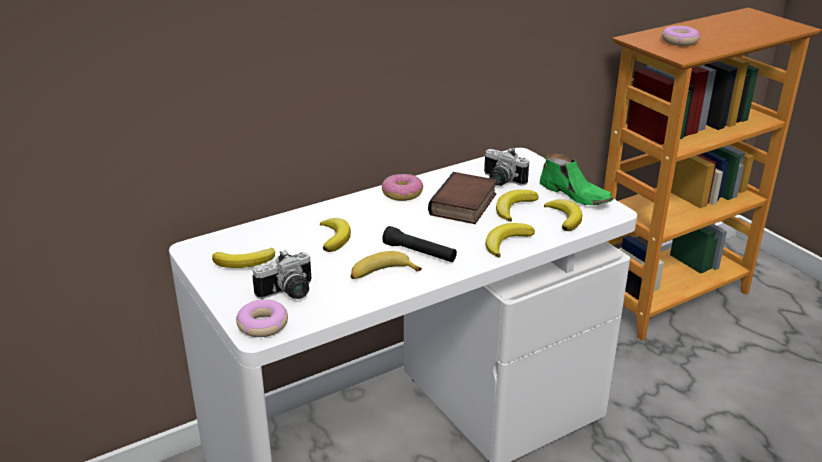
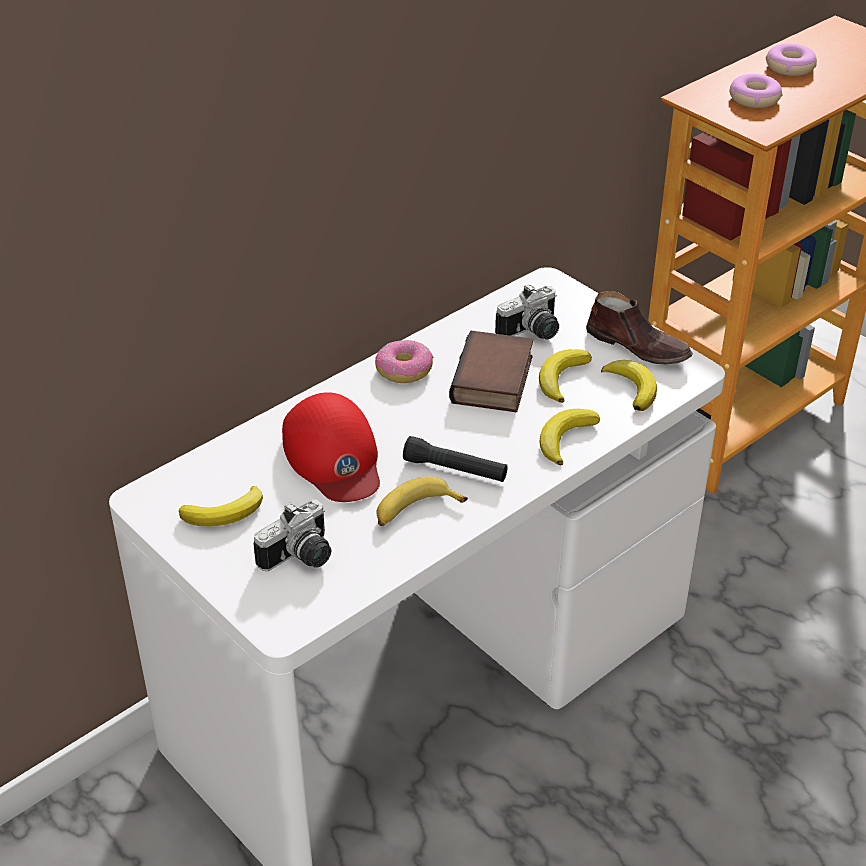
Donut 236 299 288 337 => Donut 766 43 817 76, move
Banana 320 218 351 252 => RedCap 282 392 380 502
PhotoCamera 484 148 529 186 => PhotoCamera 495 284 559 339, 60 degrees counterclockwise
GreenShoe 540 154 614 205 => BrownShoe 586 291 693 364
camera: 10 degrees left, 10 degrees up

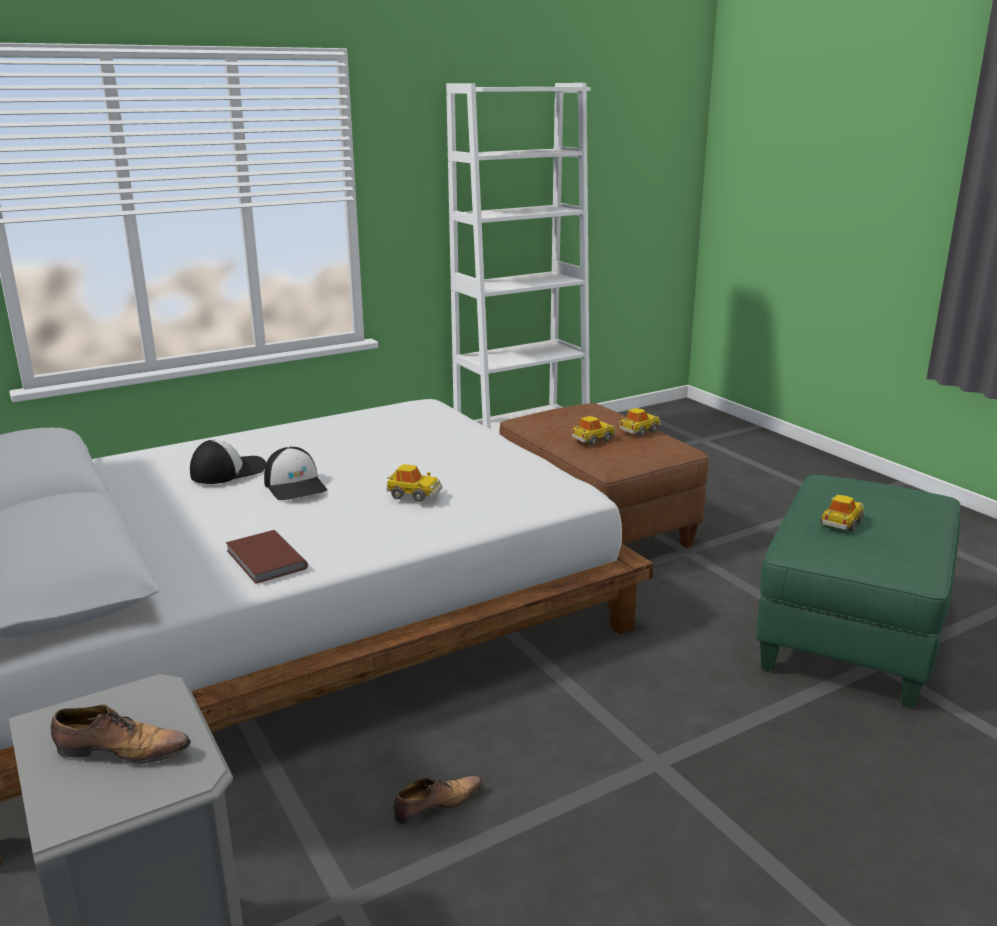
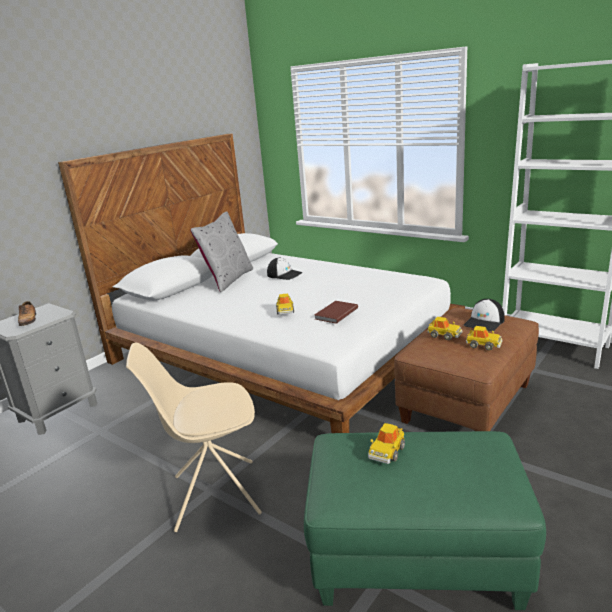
BrownBook 226 530 308 584 => BrownBook 315 301 358 324, move
Cap 264 447 328 500 => Cap 464 299 504 331, move
Shoe 393 776 484 824 => nothing
ToyCar 820 495 864 532 => ToyCar 368 423 405 464, 105 degrees clockwise
nothing => BeigeChair 126 343 262 532
nothing => GreyPillow 190 212 253 293
camera: 70 degrees right, 0 degrees up

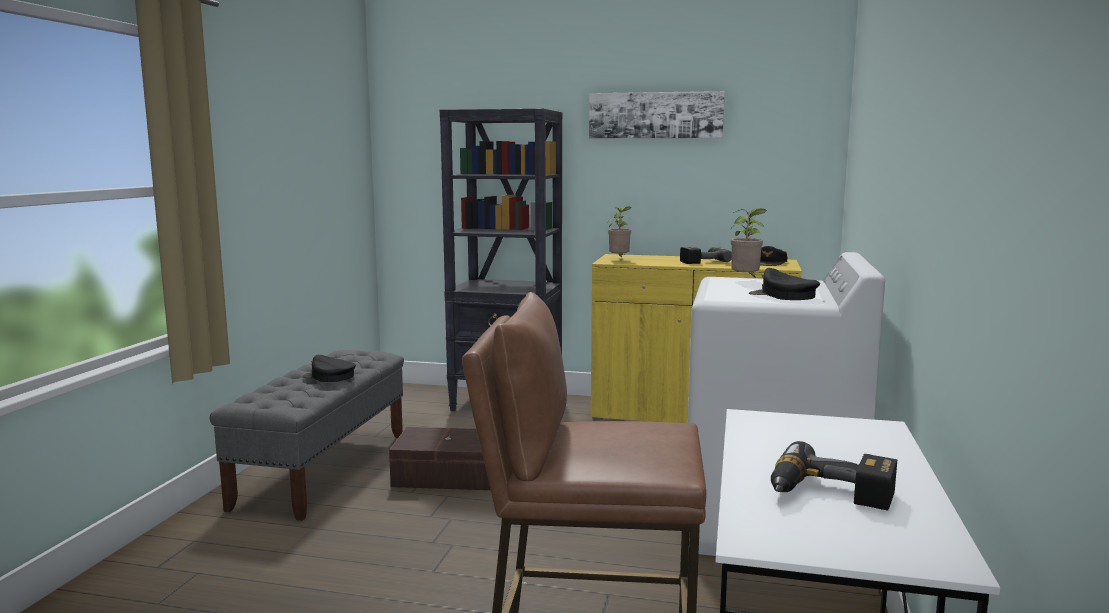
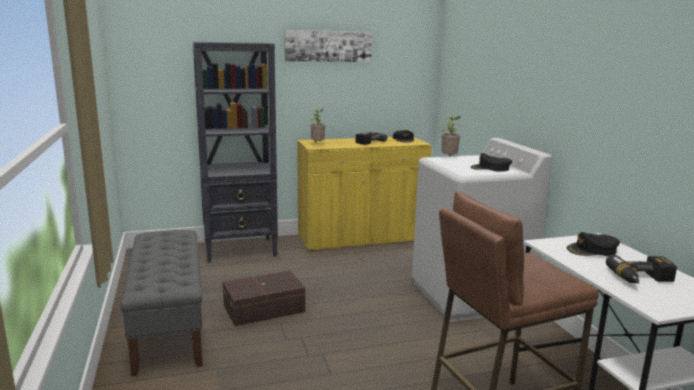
BlackCap 303 355 356 382 => BlackCap 567 232 620 256, move
camera: 30 degrees left, 5 degrees up

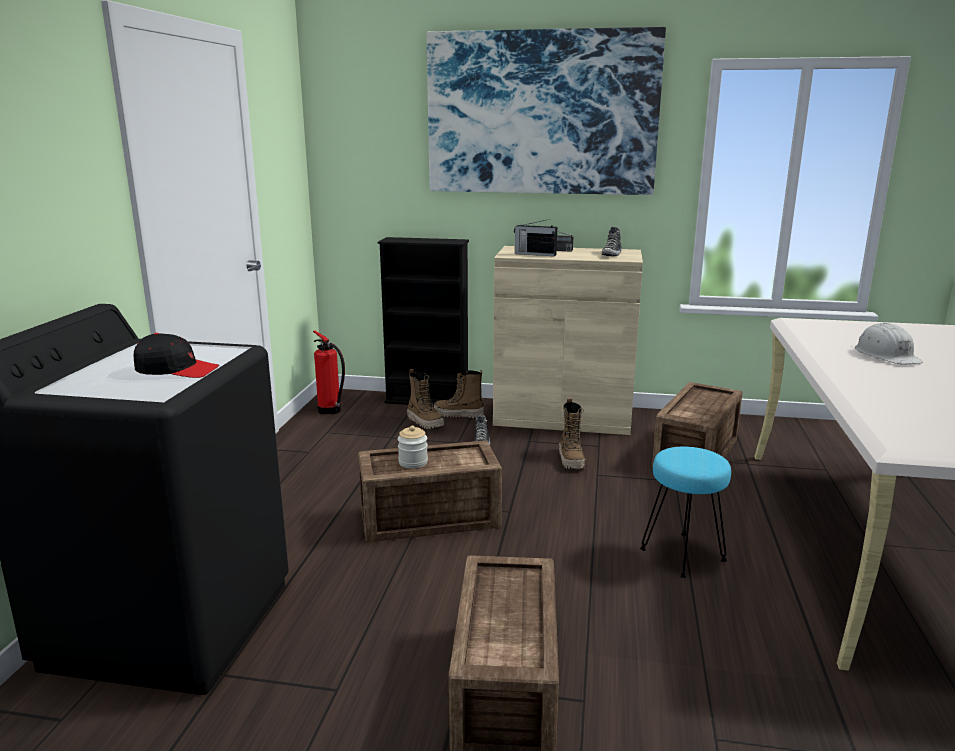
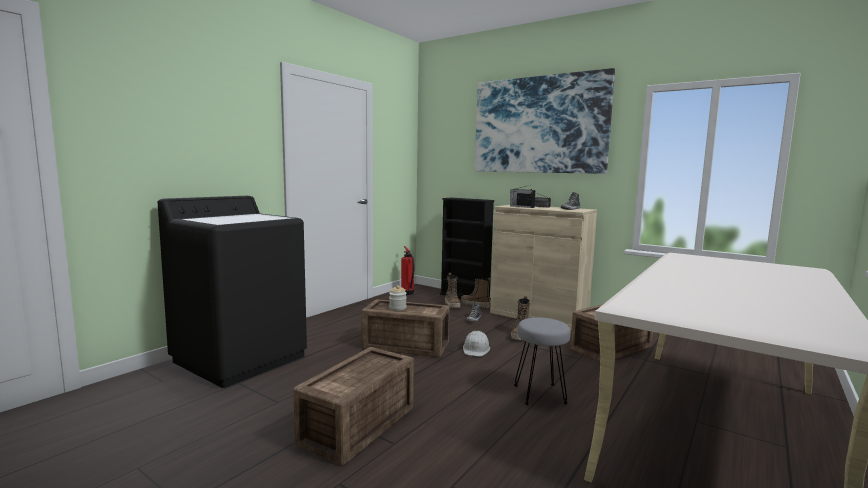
BlackCap 134 333 219 378 => nothing
TurquoiseStool 640 447 731 578 => GreyStool 514 317 571 405
WhiteHardHat 855 323 923 364 => WhiteHardHat 463 331 490 356, move
camera: 25 degrees right, 10 degrees down

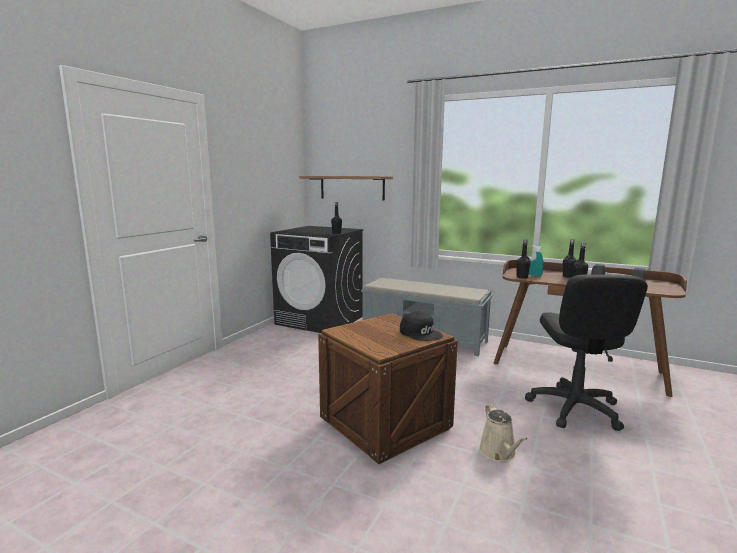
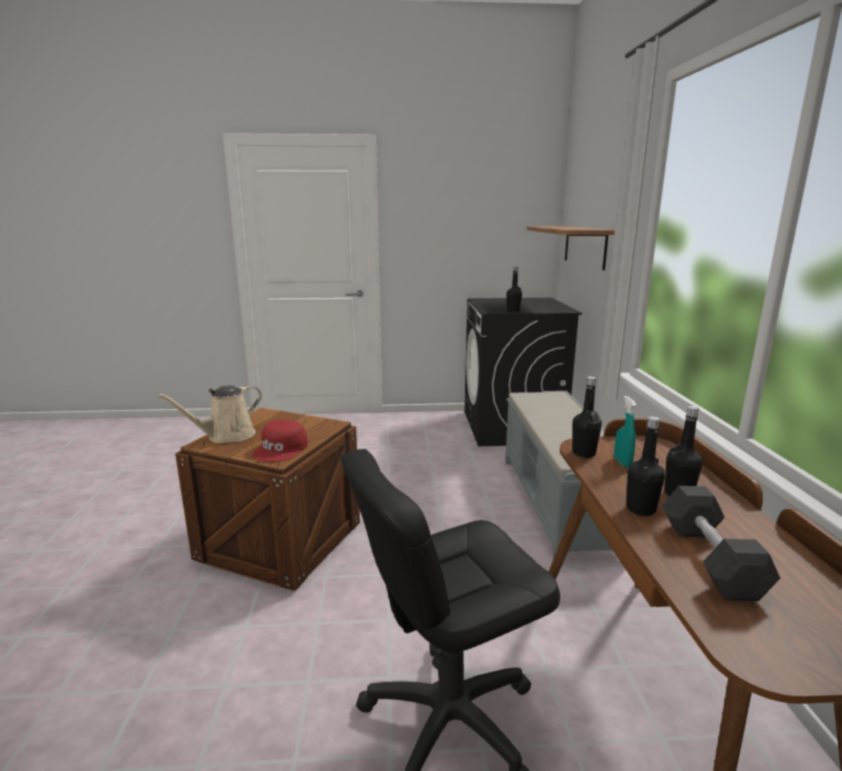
BlackCap 400 312 443 341 => RedCap 252 420 308 462
BeigeWateringCan 479 405 528 462 => BeigeWateringCan 157 385 262 443, move
camera: 60 degrees right, 5 degrees up

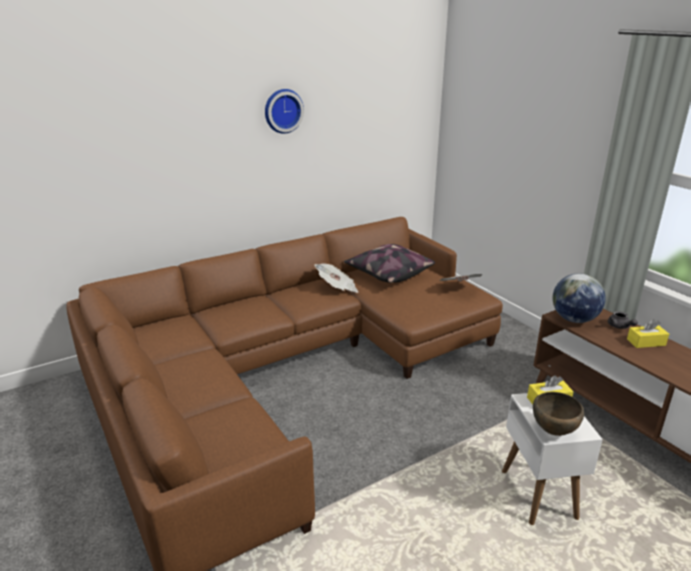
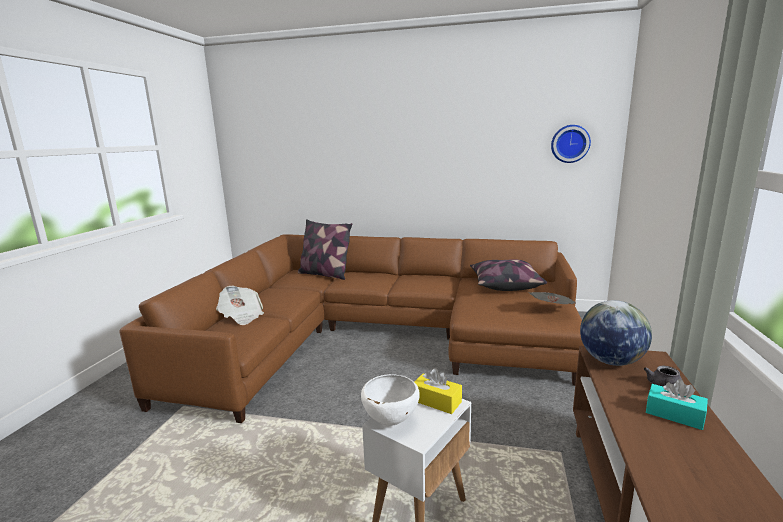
WallClock 265 89 304 134 => WallClock 551 125 591 163, move
Newspaper 315 263 359 293 => Newspaper 216 286 264 325, move
BrownBowl 533 392 584 436 => WhiteBowl 361 374 420 426
YellowTissueBox 627 319 669 348 => TurquoiseTissueBox 646 379 708 430
nothing => Pillow 298 219 352 280
camera: 45 degrees right, 10 degrees down

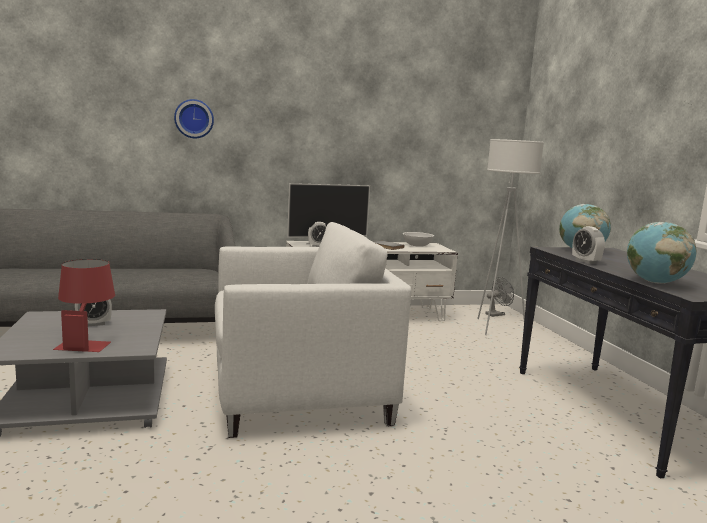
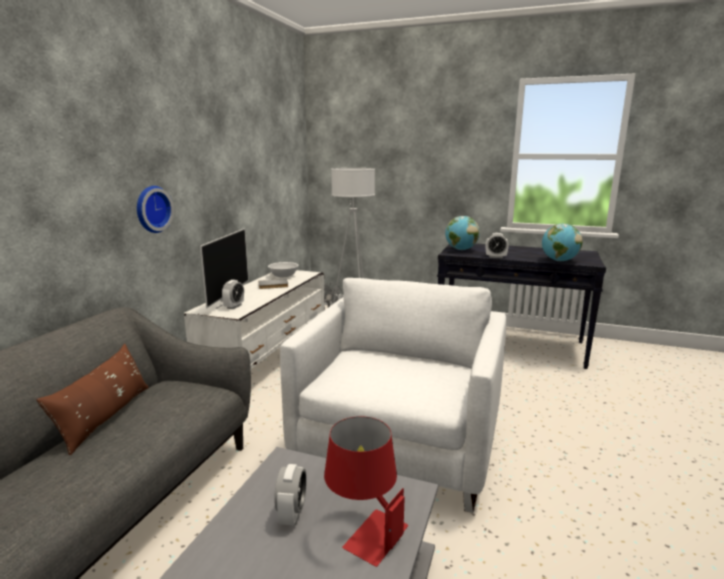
WallClock 174 99 214 138 => WallClock 137 186 174 233, move
nothing => BrownPillow 36 344 149 455
camera: 55 degrees left, 5 degrees up

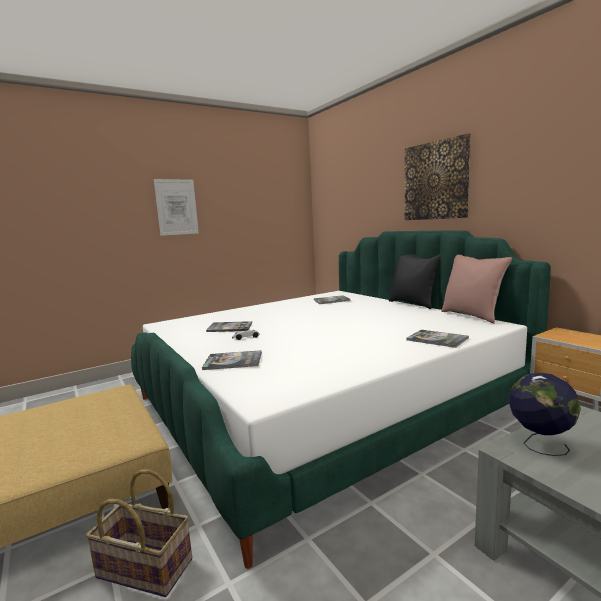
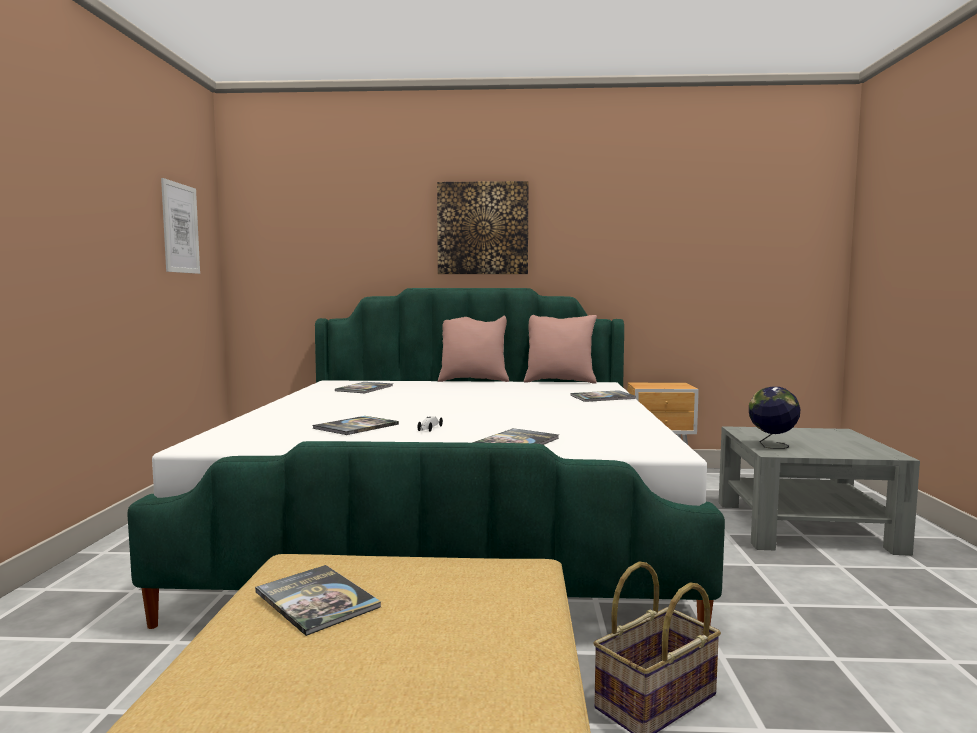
Picture 154 179 199 236 => Picture 161 178 200 274, move
BlackPillow 389 254 441 309 => PinkPillow 438 316 509 382
nothing => Book 255 565 381 636
camera: 55 degrees left, 5 degrees down

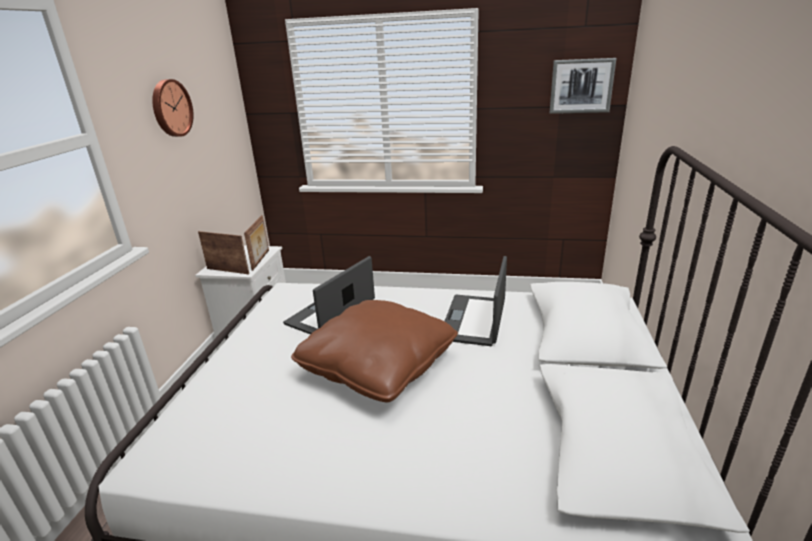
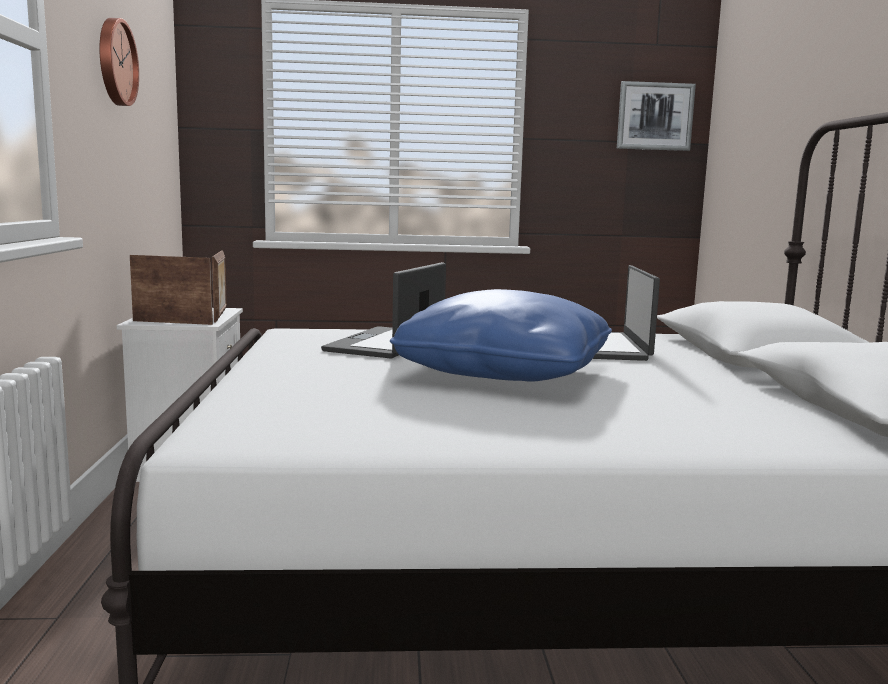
BrownPillow 291 300 458 402 => BluePillow 390 289 612 381
camera: 15 degrees left, 15 degrees down

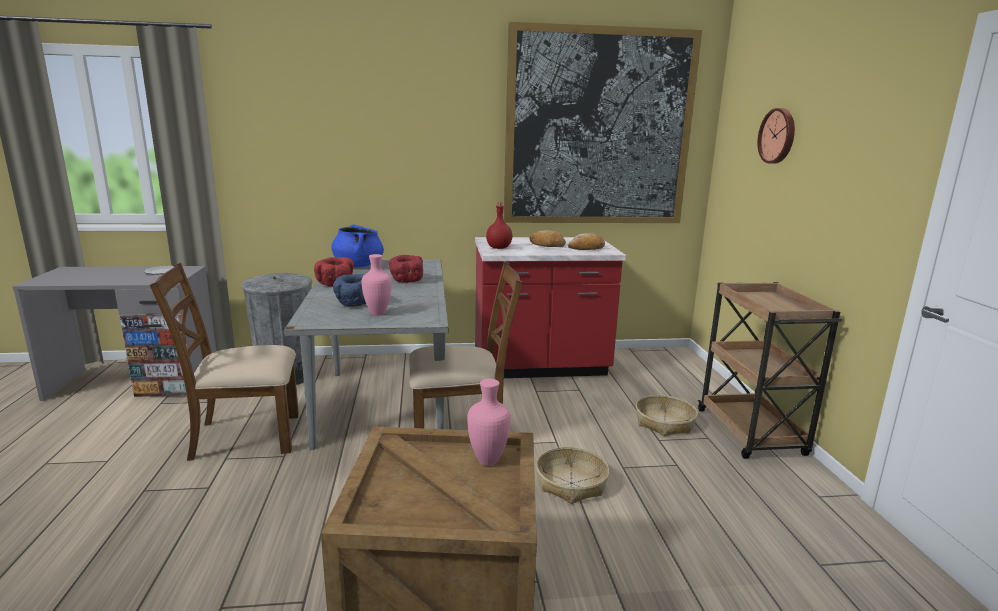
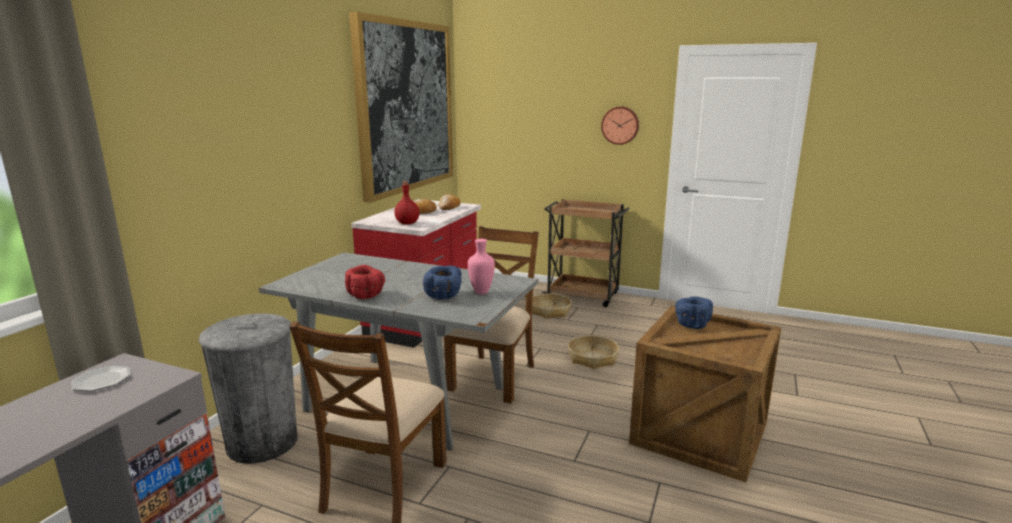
BlueCookingPot 331 225 384 267 => nothing
RedBowl 388 255 423 283 => nothing
PinkVase 467 379 511 466 => BlueBowl 675 296 713 329
WallClock 758 108 795 164 => WallClock 601 107 639 145, move
camera: 60 degrees left, 0 degrees up

